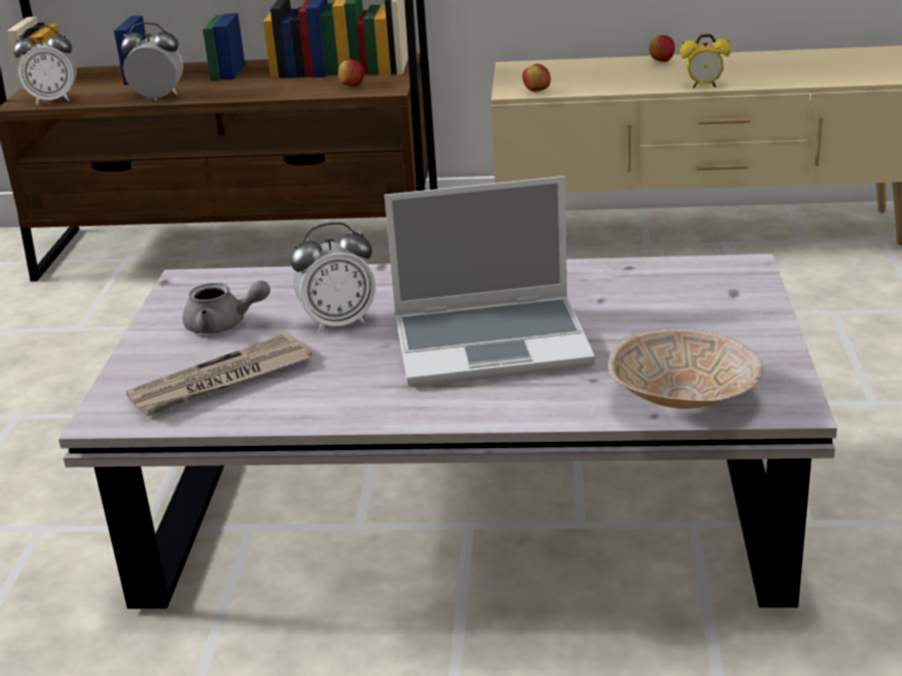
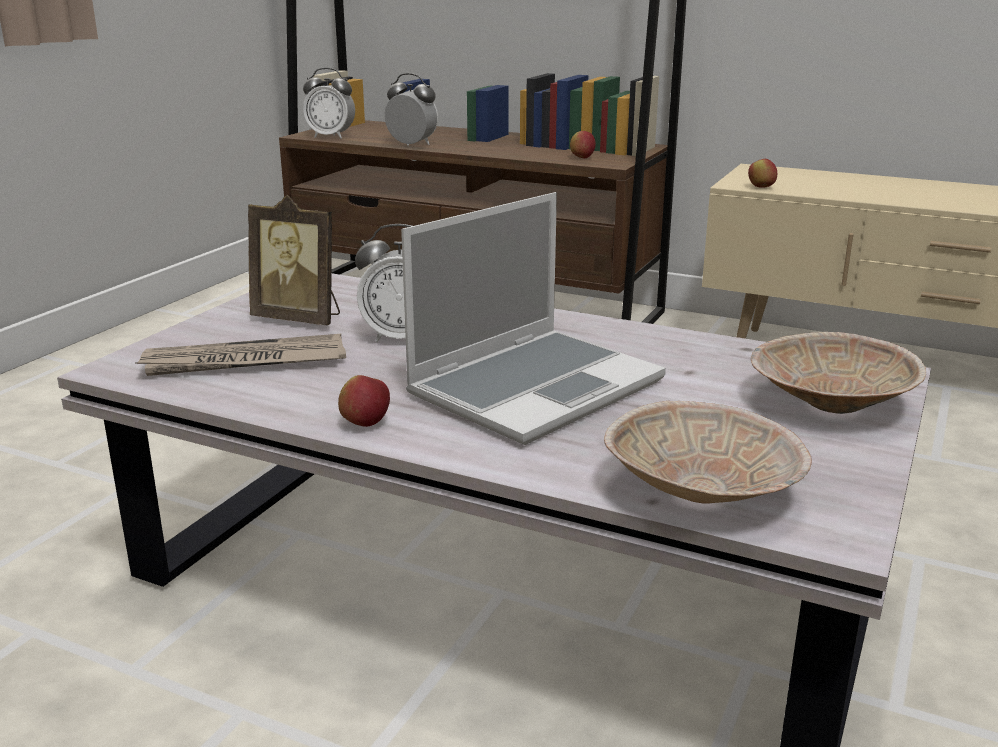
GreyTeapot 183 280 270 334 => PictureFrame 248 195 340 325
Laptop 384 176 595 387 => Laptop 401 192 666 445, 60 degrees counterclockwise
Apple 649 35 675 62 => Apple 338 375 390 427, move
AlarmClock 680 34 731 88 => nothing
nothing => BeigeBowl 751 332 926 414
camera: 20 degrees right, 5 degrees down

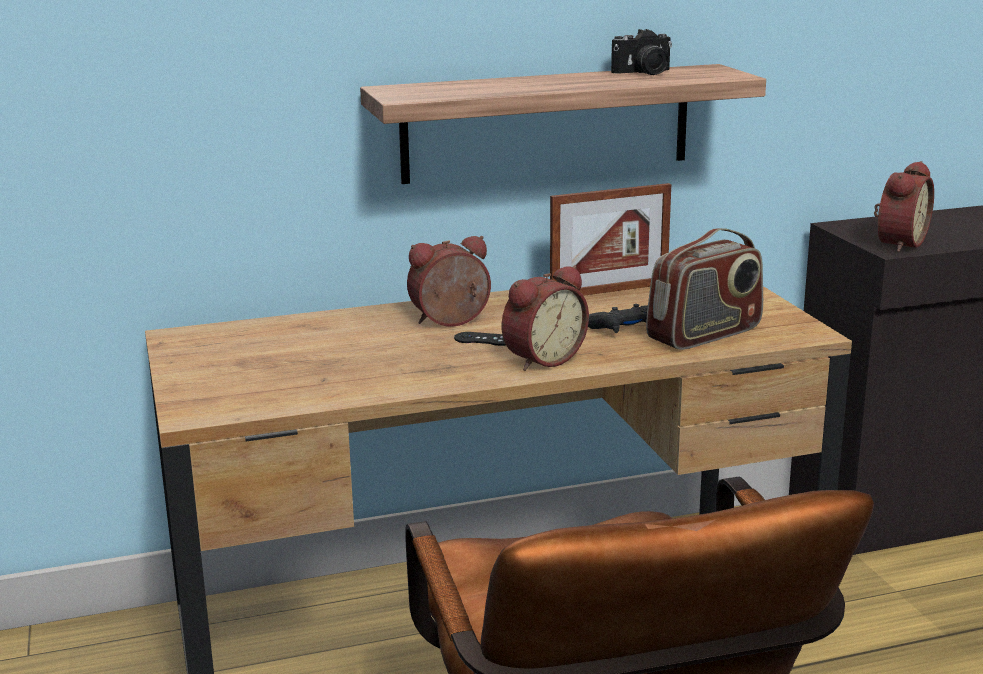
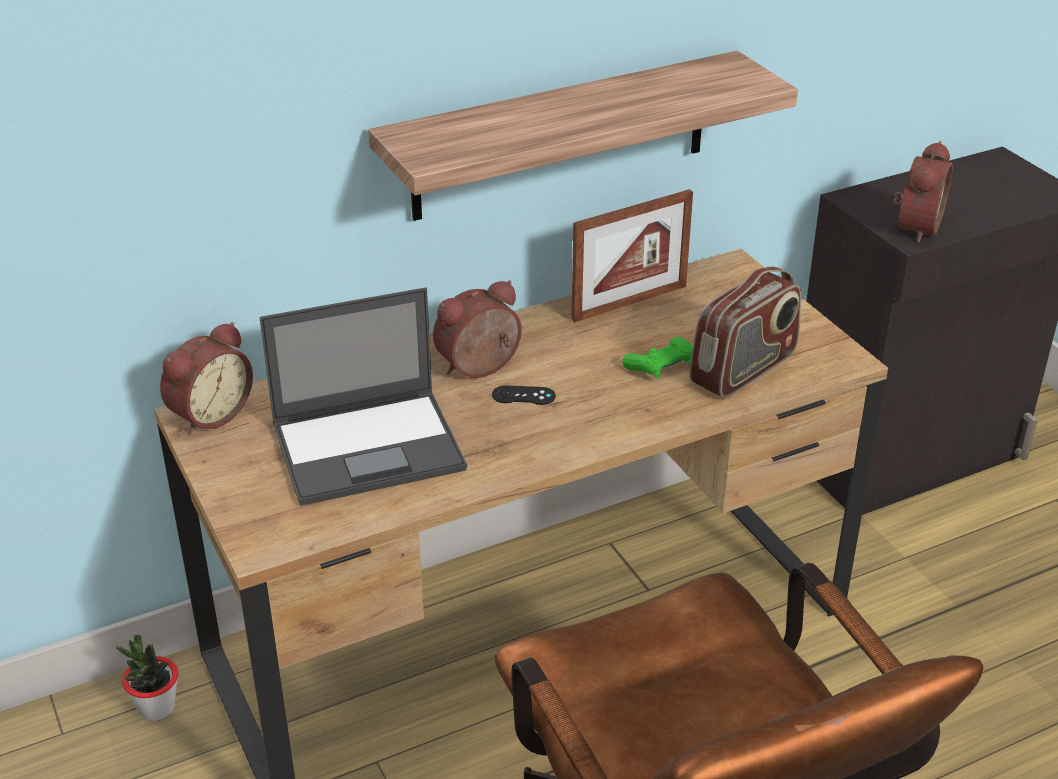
AlarmClock 502 265 589 371 => AlarmClock 160 322 253 435, move
BlackGameController 588 304 648 333 => GreenGameController 622 337 693 379
PhotoCamera 611 29 672 75 => nothing
nothing => PottedPlant 116 635 178 721
nothing => Laptop 259 287 467 506
camera: 10 degrees left, 15 degrees up

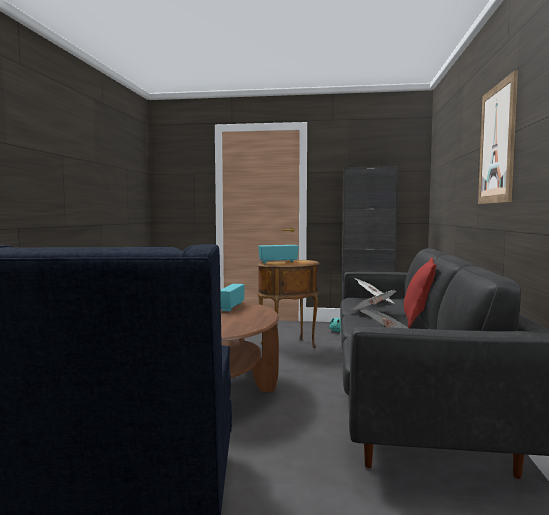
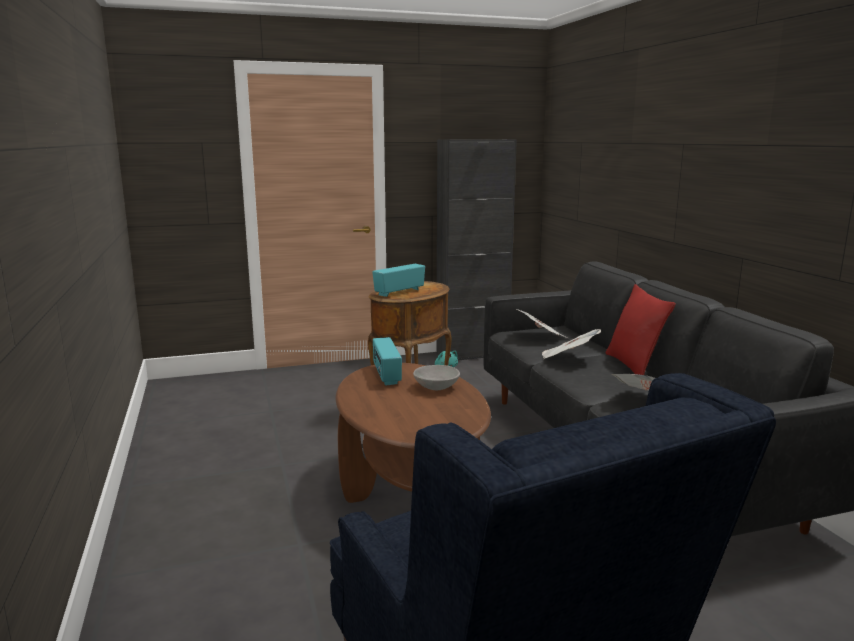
Picture 478 70 518 204 => nothing
nothing => GreyBowl 413 365 460 390
camera: 25 degrees left, 10 degrees up

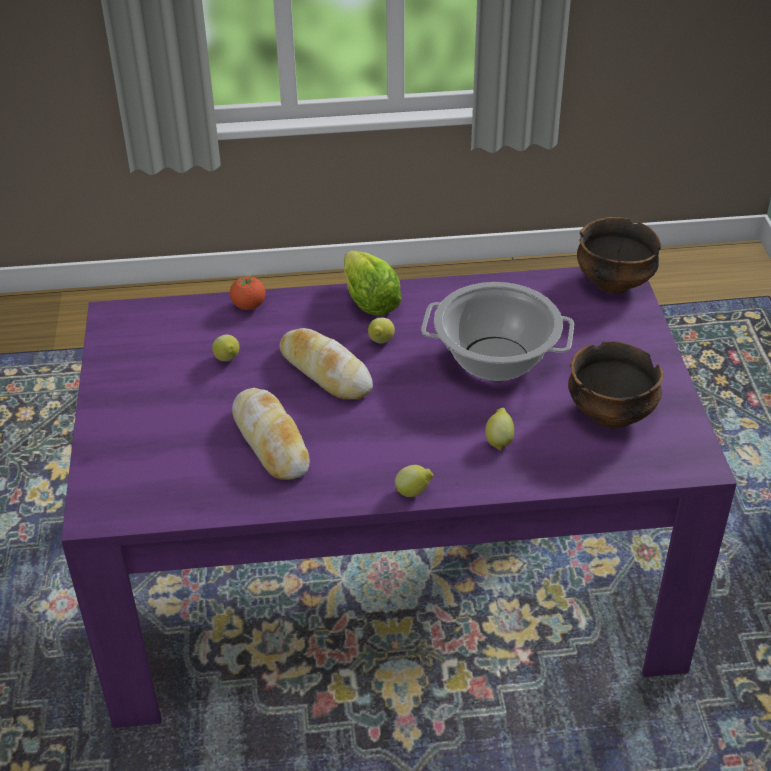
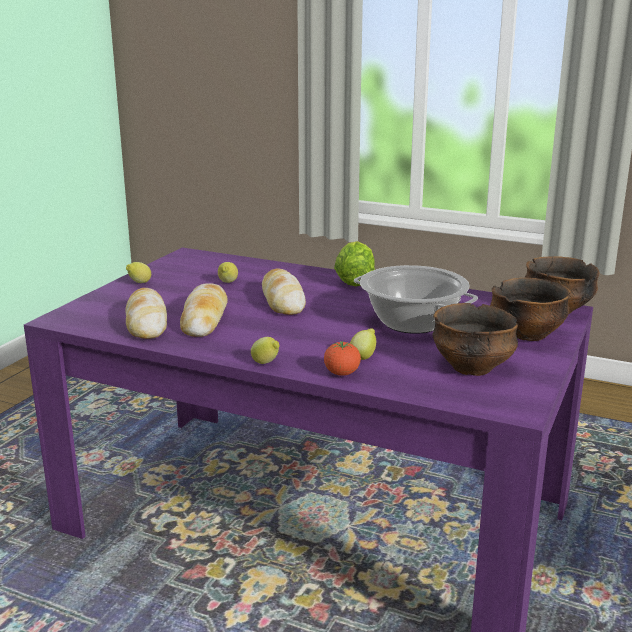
Tomato 230 276 265 310 => Tomato 324 341 361 376, move
Lemon 368 317 395 343 => Lemon 126 262 151 283, move
nothing => Bread 125 288 167 339
nothing => Bowl 490 278 571 341
camera: 30 degrees right, 20 degrees down

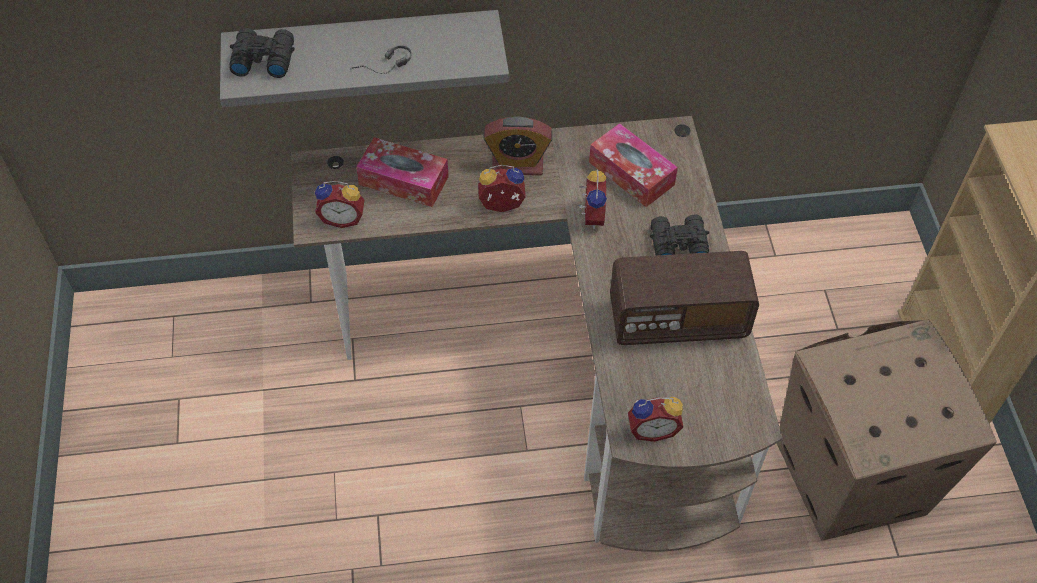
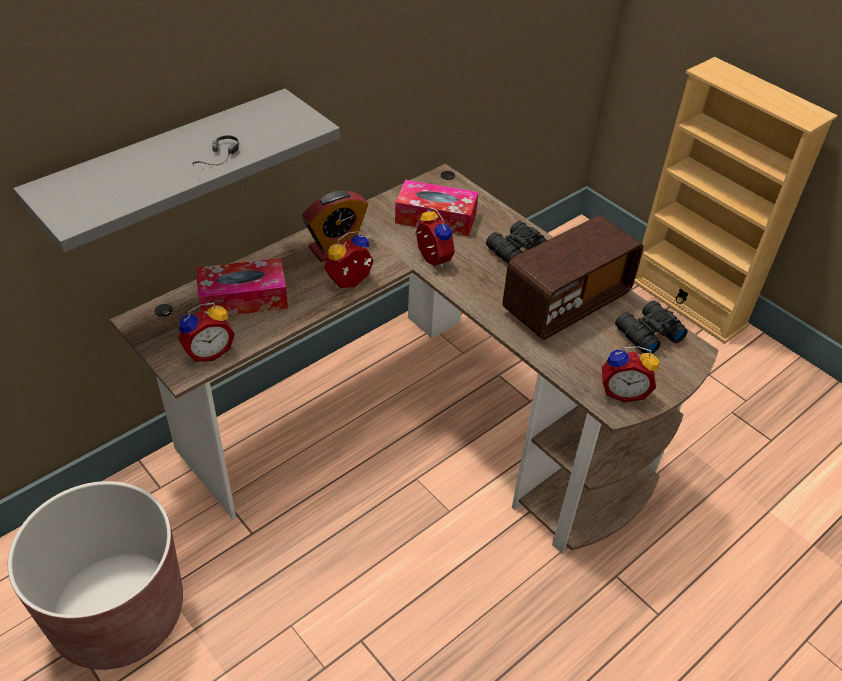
BlackBinoculars 230 28 295 78 => BlackBinoculars 615 300 687 354, move
AlarmClock 628 397 683 442 => AlarmClock 602 346 659 402, 45 degrees clockwise
CardboardBox 777 320 997 541 => nothing
nothing => BrownPlanter 8 481 183 670
camera: 35 degrees left, 10 degrees down

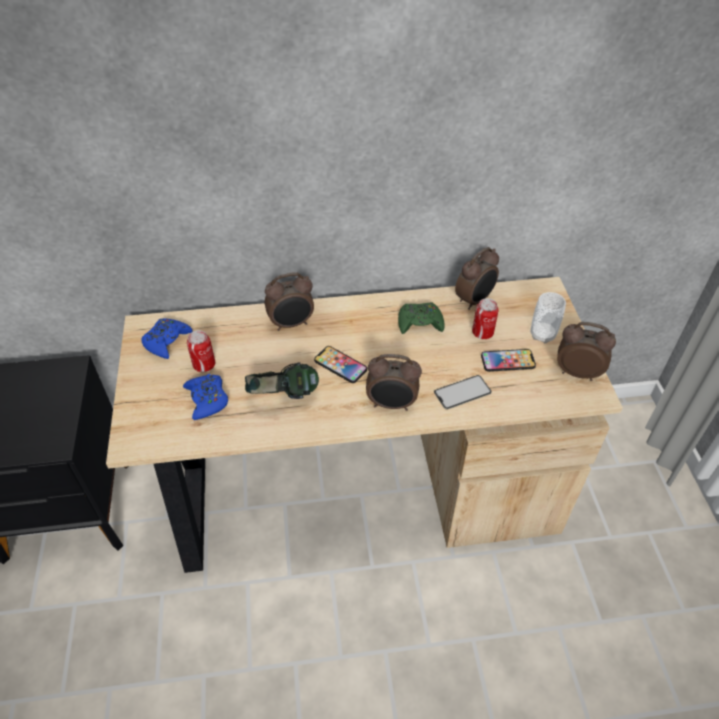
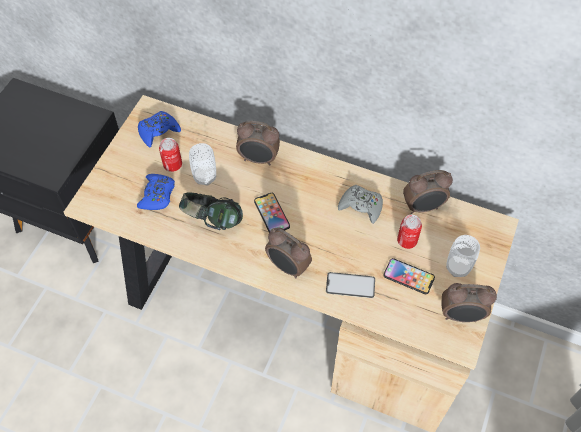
GreenGameController 398 302 445 334 => GreyGameController 338 185 383 224
AlarmClock 557 322 616 381 => AlarmClock 441 283 497 322, 135 degrees clockwise
nothing => Cup 189 143 216 186
camera: 30 degrees right, 10 degrees up

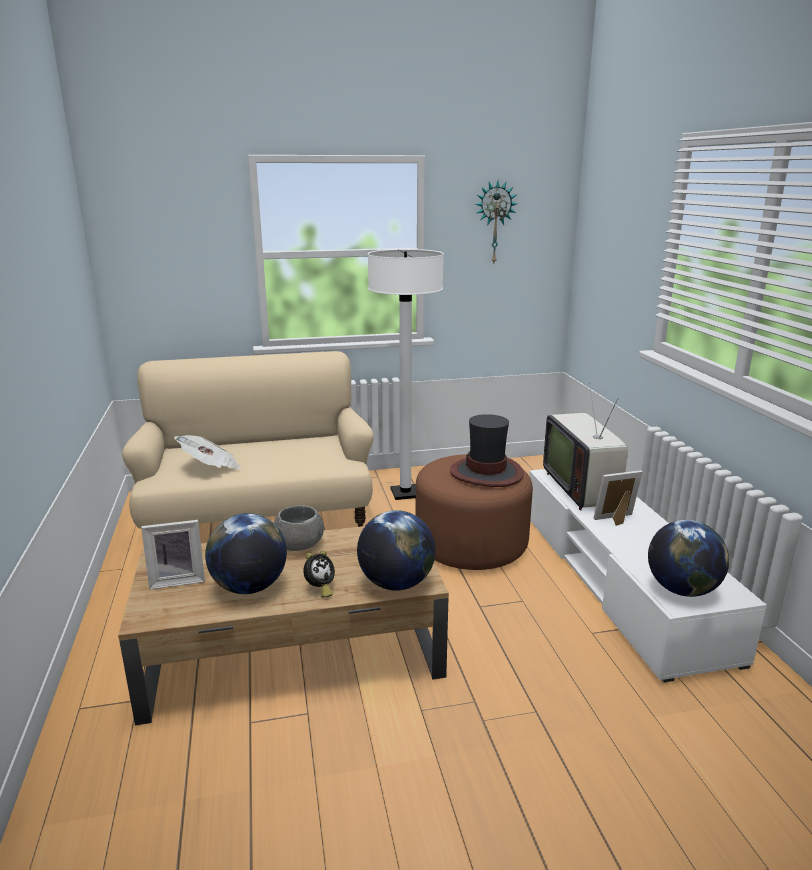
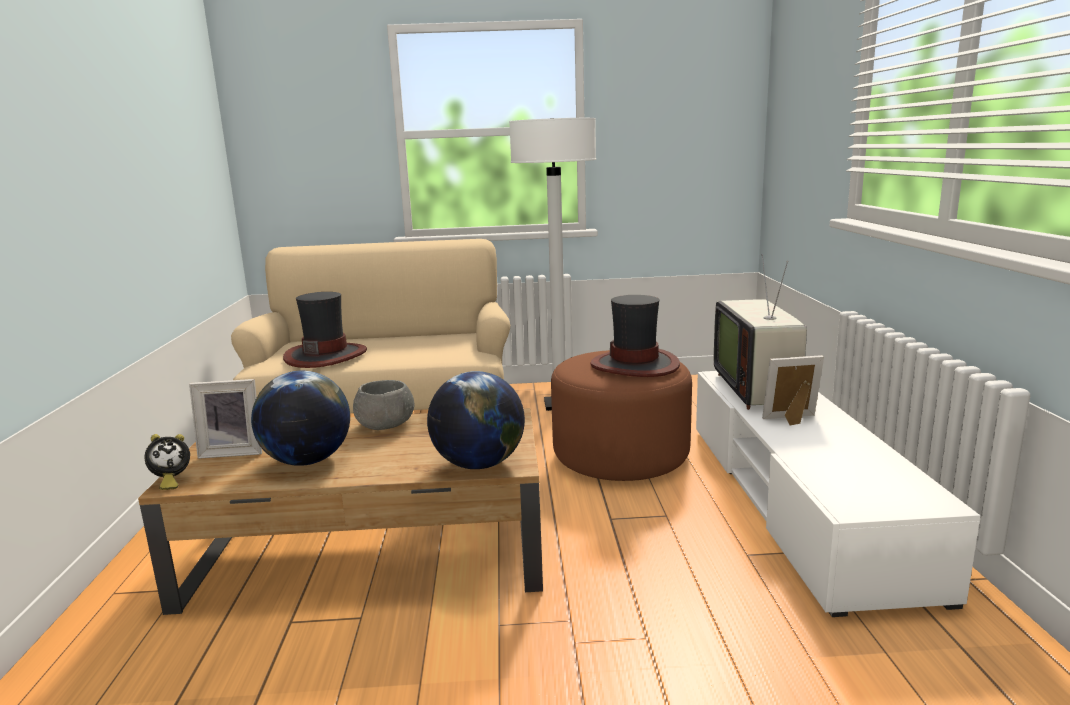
Newspaper 174 435 242 469 => Hat 283 292 367 368
AlarmClock 303 551 335 598 => AlarmClock 144 434 190 490, move
WallClock 475 180 517 263 => nothing
Globe 648 520 729 597 => nothing
camera: 10 degrees right, 5 degrees down

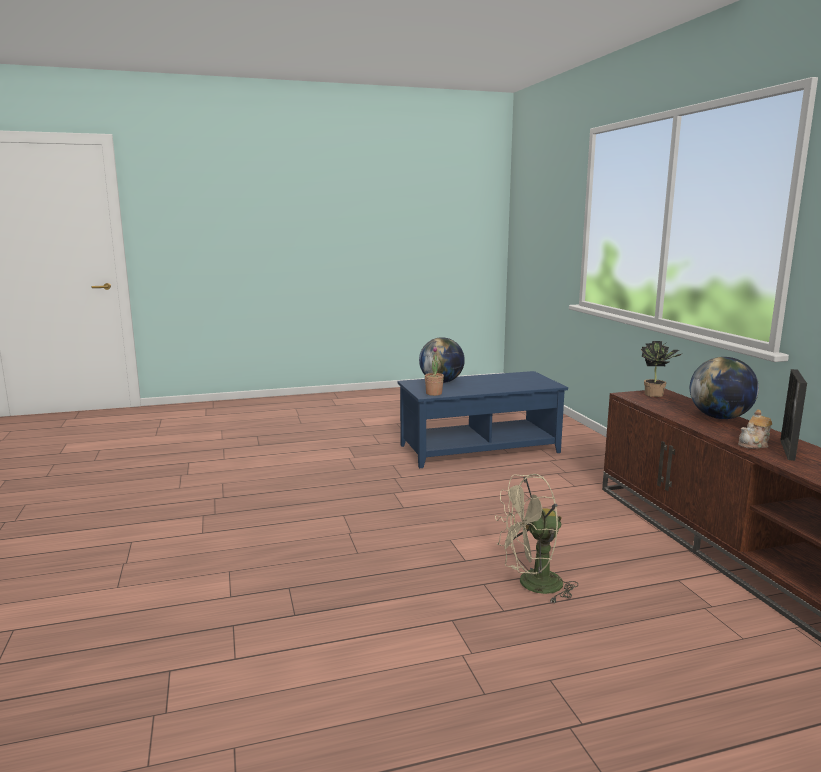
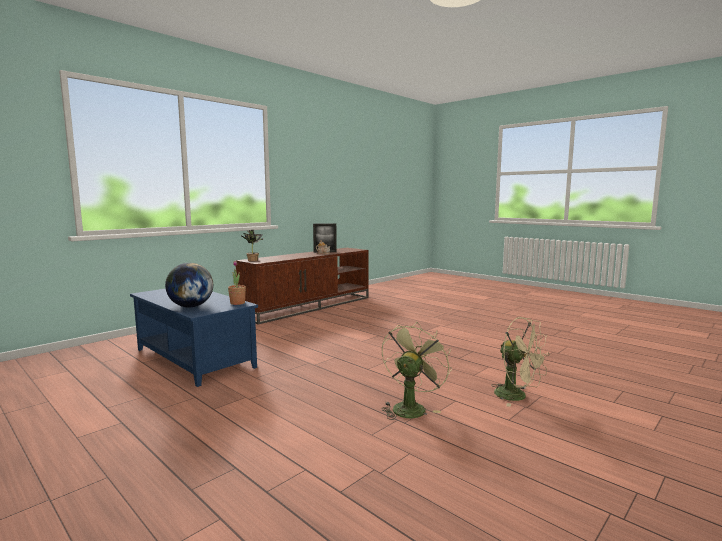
BeigeFan 495 474 578 603 => BeigeFan 491 317 549 407, move
Globe 690 357 759 419 => nothing
nothing => GreenFan 381 322 452 420
camera: 120 degrees left, 5 degrees down

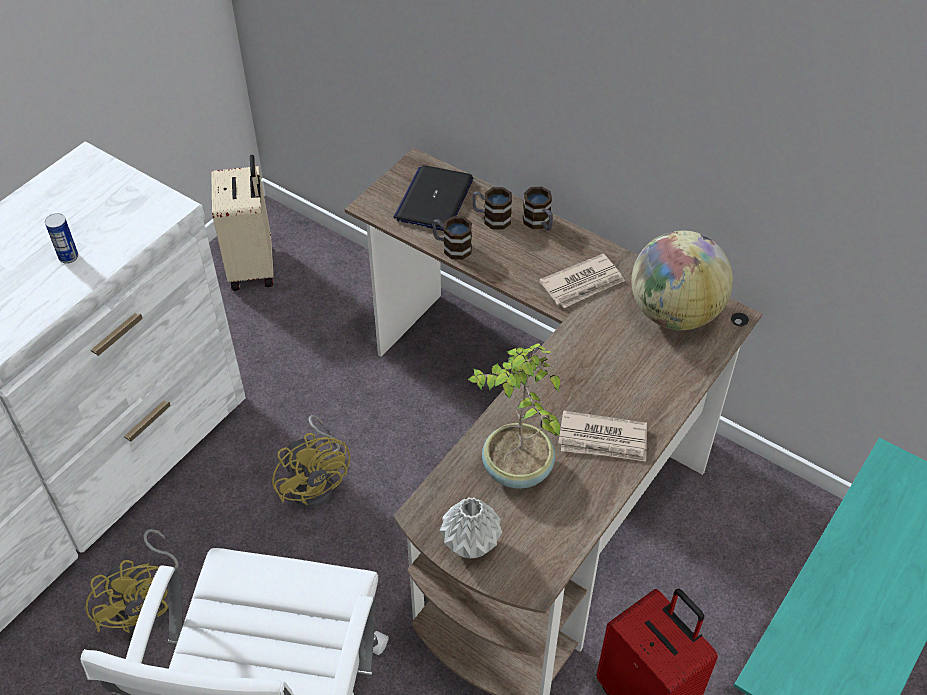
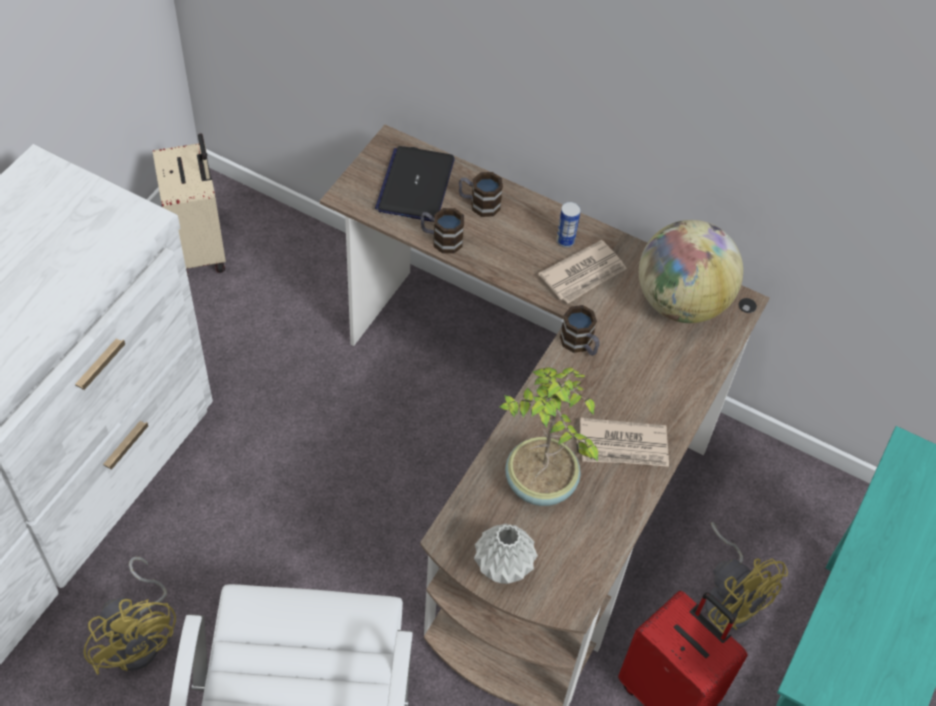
Can 45 213 78 264 => Can 557 202 581 248, move
YellowFan 272 415 350 508 => YellowFan 706 522 788 633, move
Mug 522 186 553 231 => Mug 560 305 600 356, move
camera: 10 degrees left, 5 degrees up

